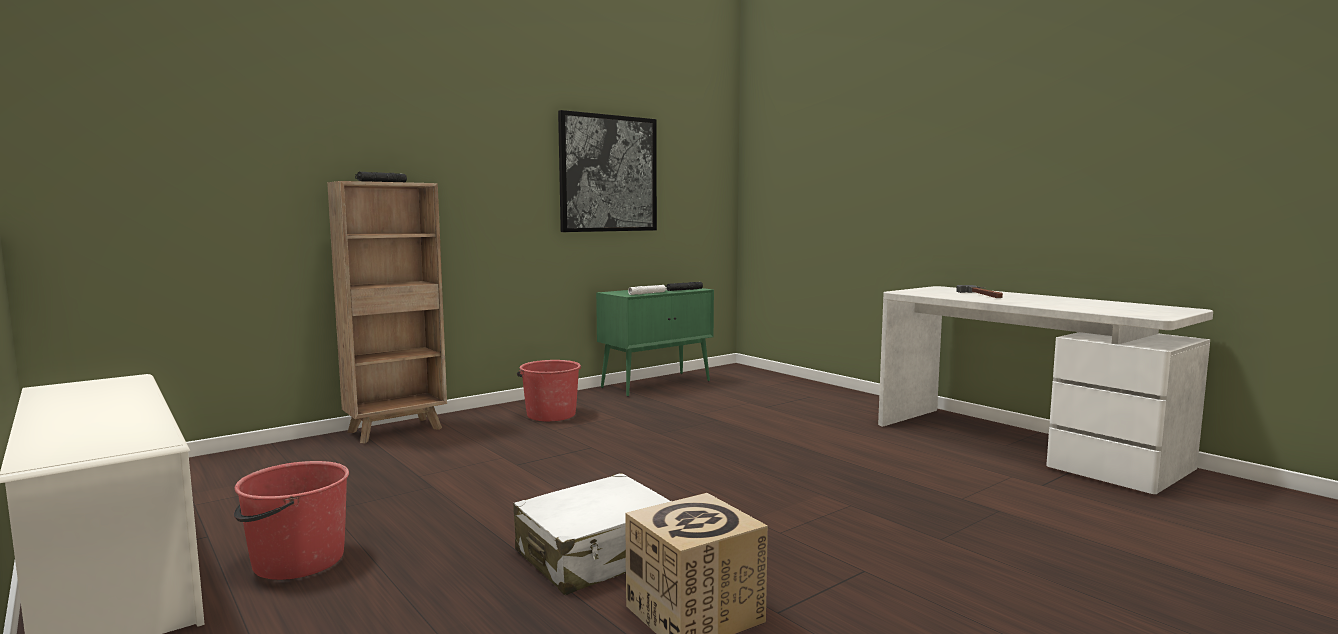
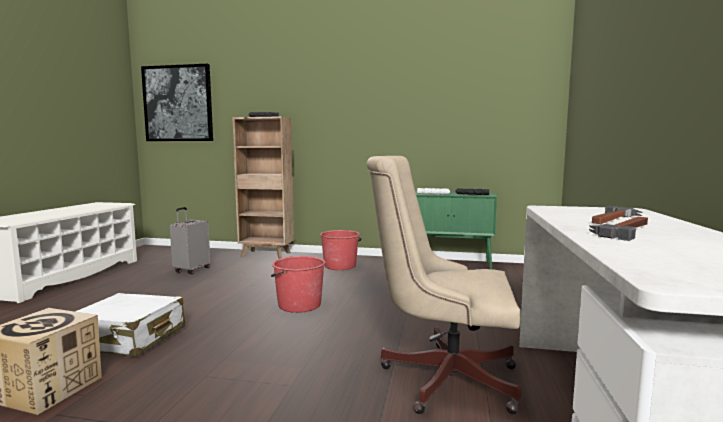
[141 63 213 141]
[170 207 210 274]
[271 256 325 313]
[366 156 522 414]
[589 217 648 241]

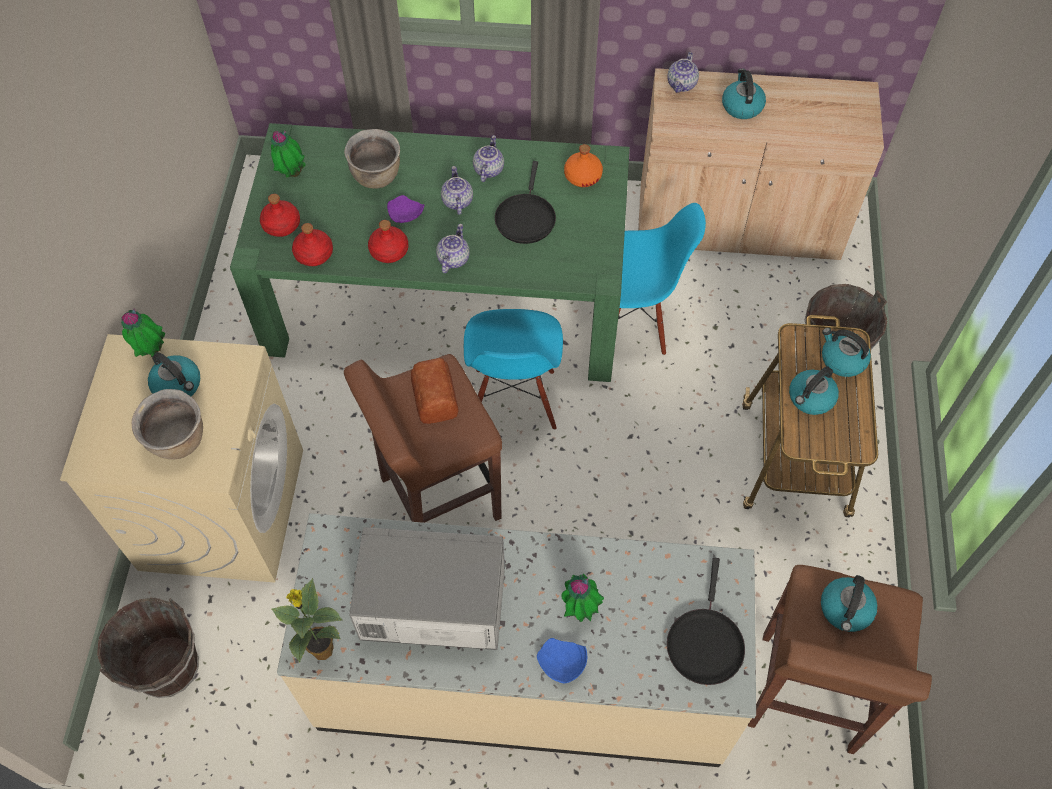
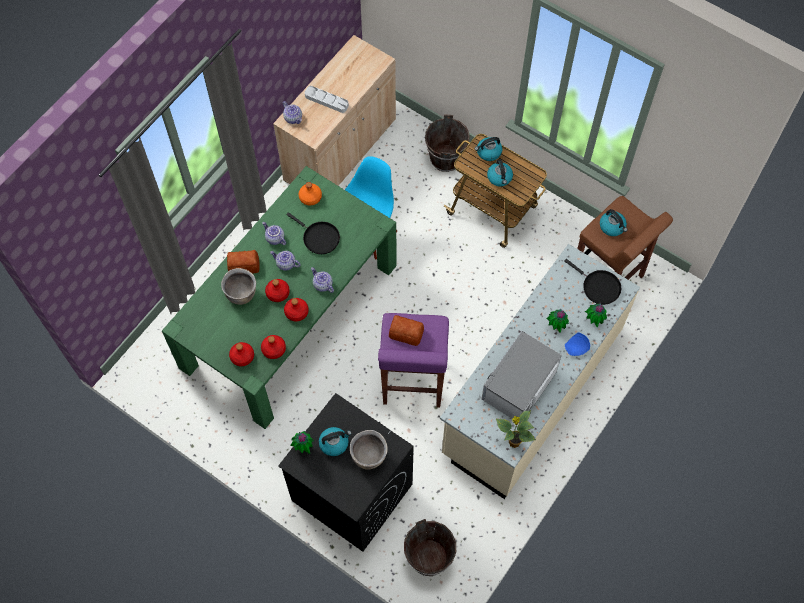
[227 250 260 274]
[265 279 290 302]
[278 393 414 552]
[305 86 349 113]
[378 313 449 408]
[585 303 607 327]
[464 309 563 430] (first image)

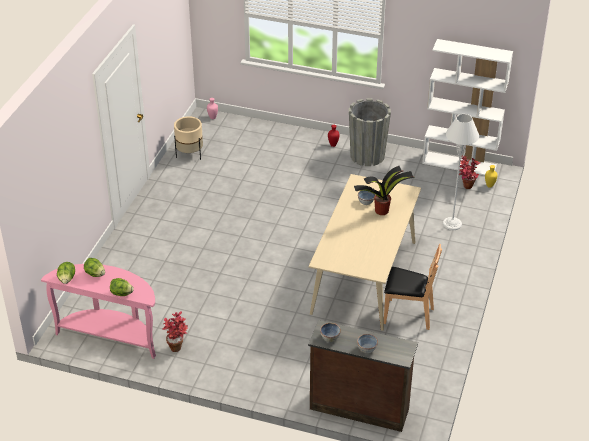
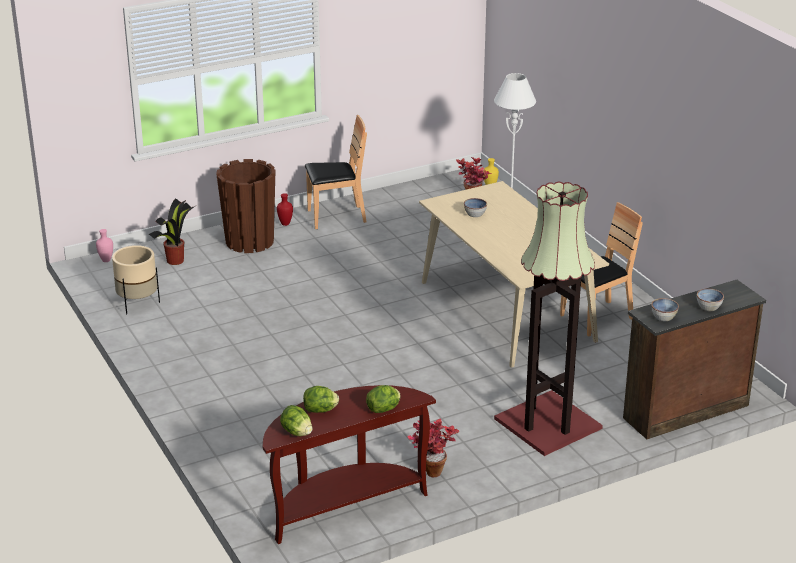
[149 198 195 265]
[216 159 276 253]
[263 385 436 544]
[305 115 367 229]
[494 181 603 456]
[422 39 513 176] (first image)

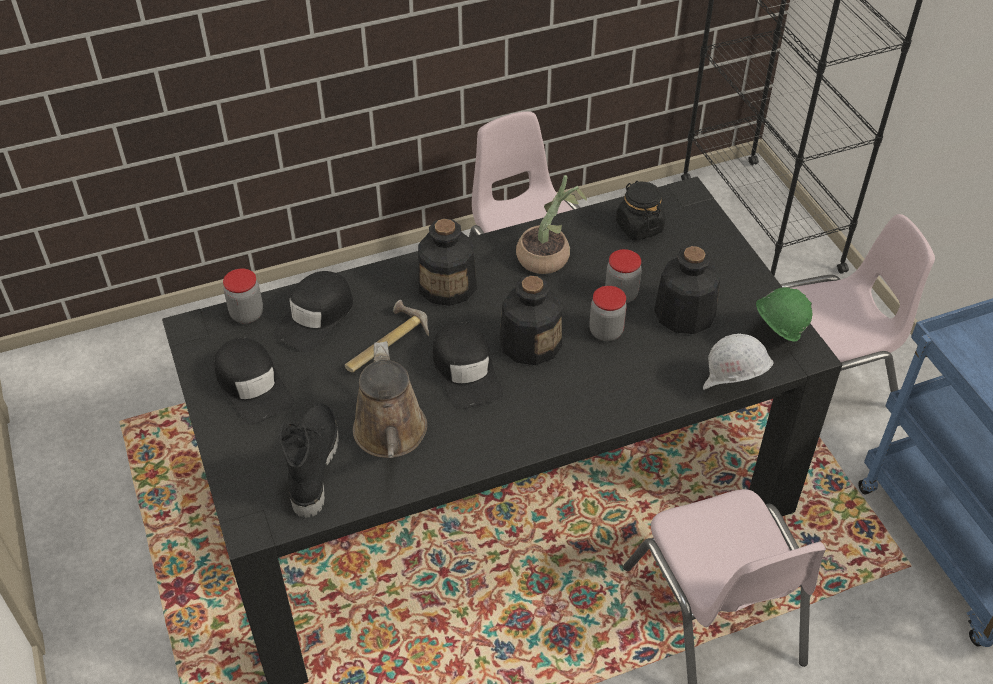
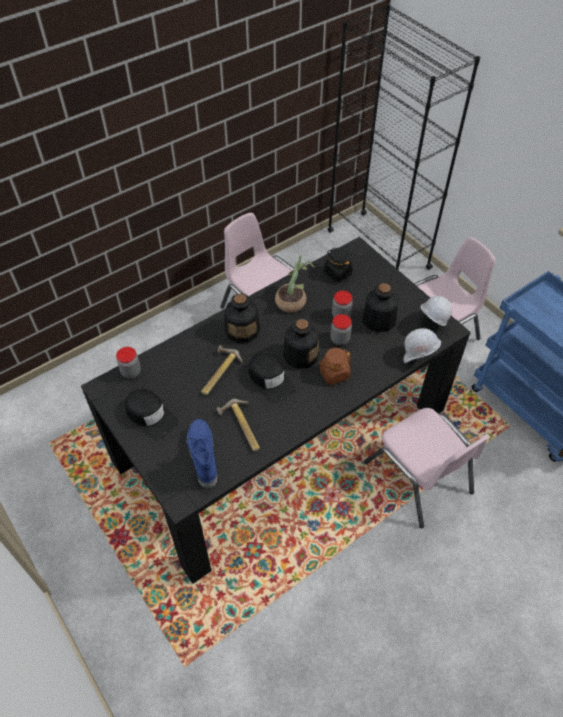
[186 419 218 488]
[217 399 260 452]
[319 348 351 385]
[421 296 452 326]
[273 271 353 353] (first image)

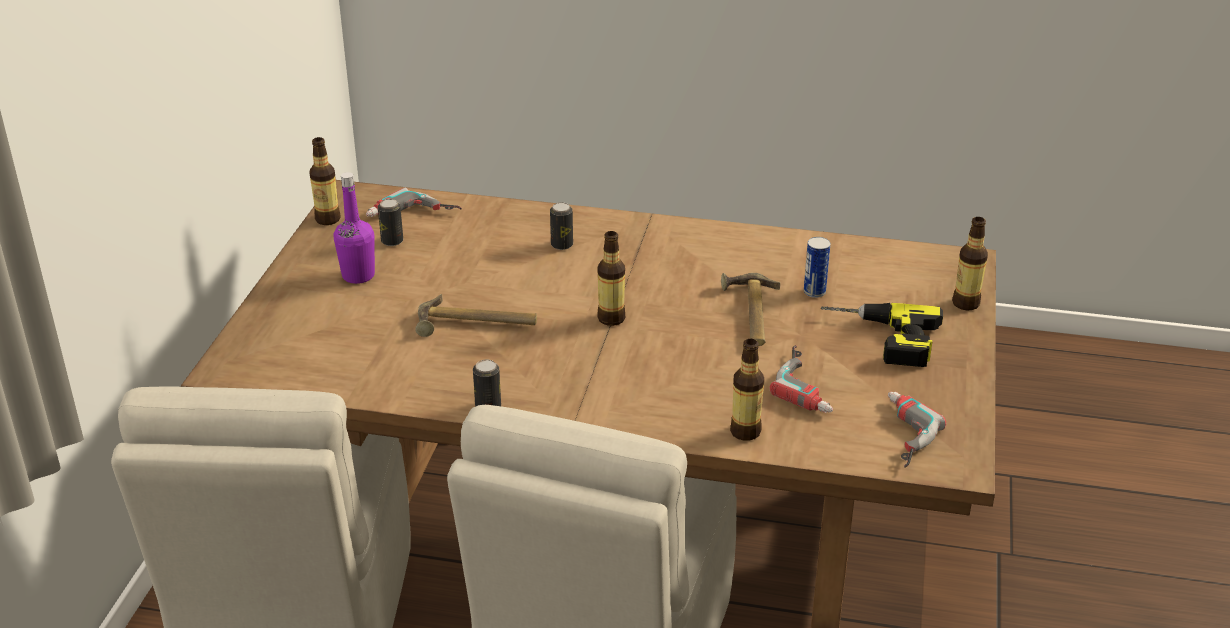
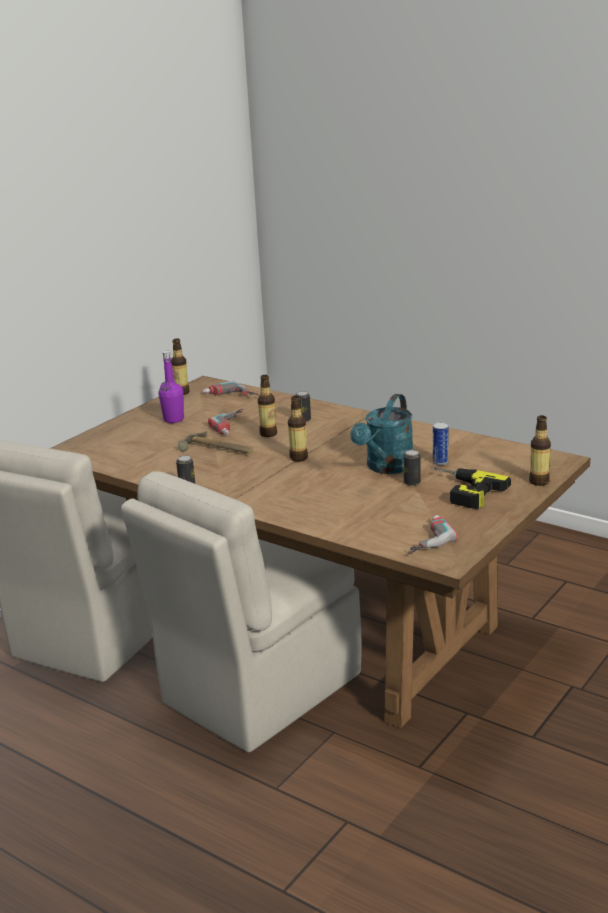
[208 409 243 435]
[258 375 277 437]
[350 394 413 474]
[403 450 421 486]

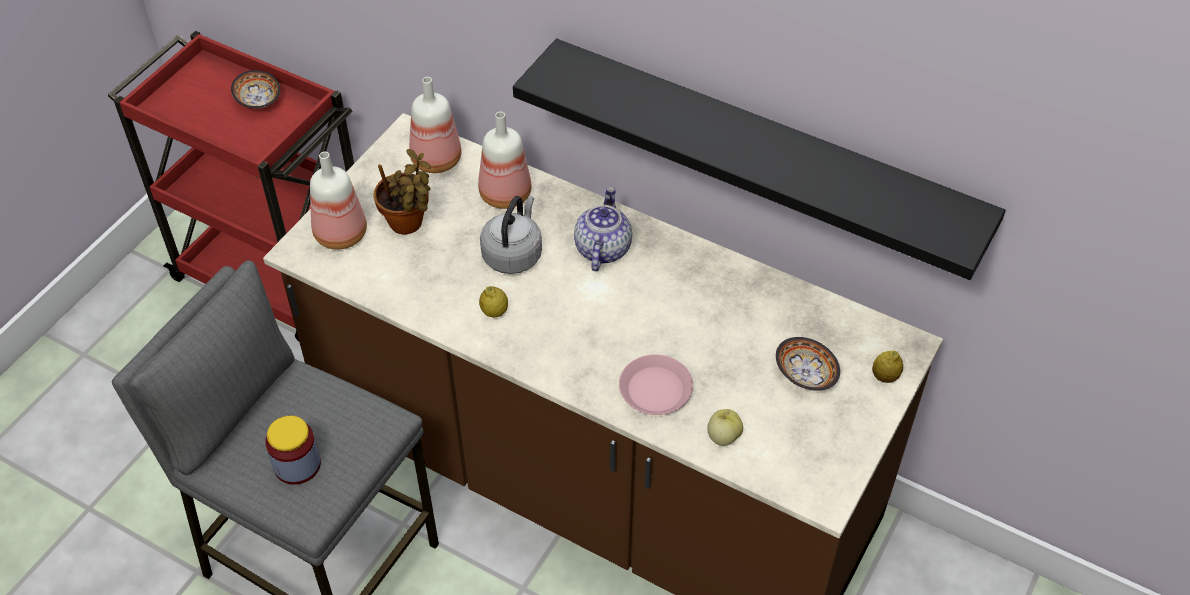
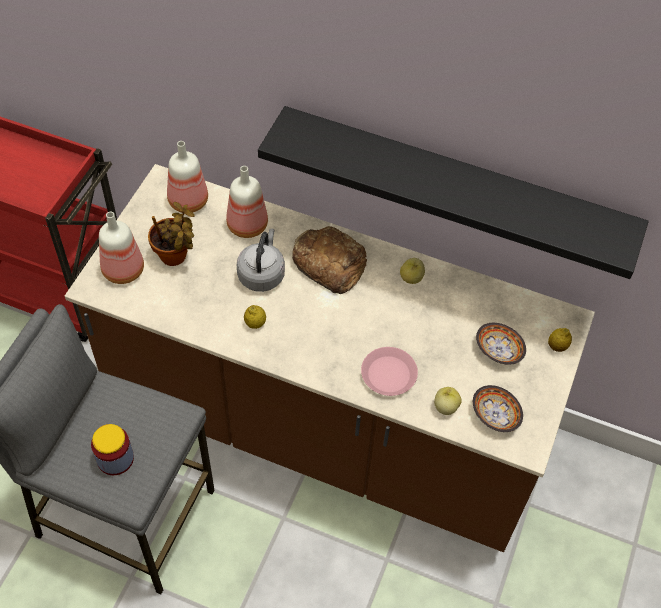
[292 226 367 294]
[400 258 425 284]
[473 385 523 432]

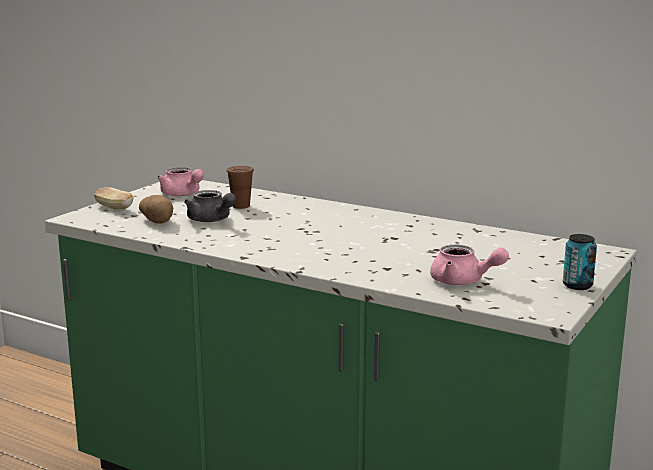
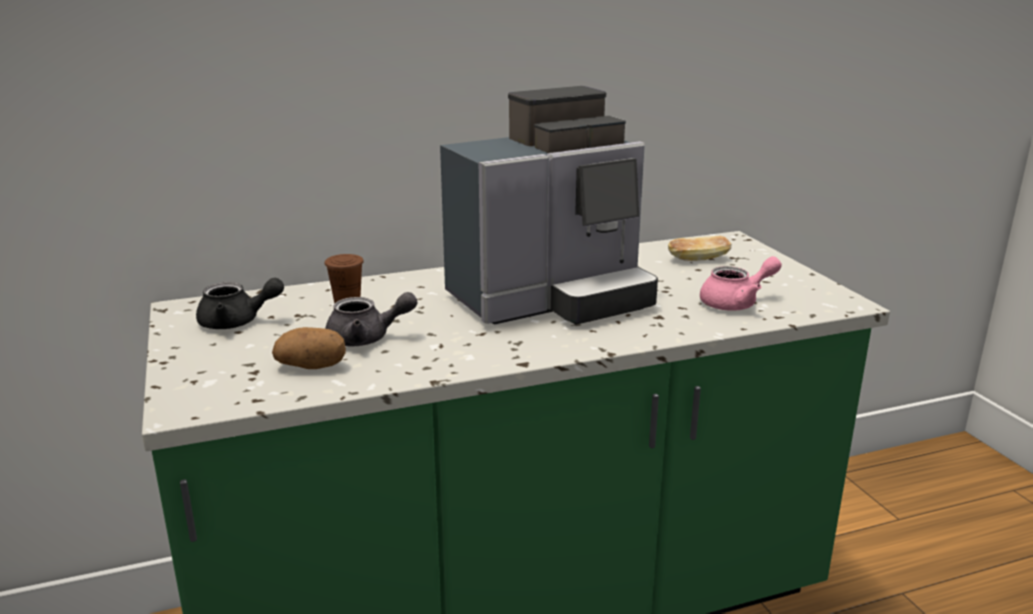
[196 278 284 329]
[440 86 658 325]
[668 236 732 261]
[563 234 597 290] (first image)

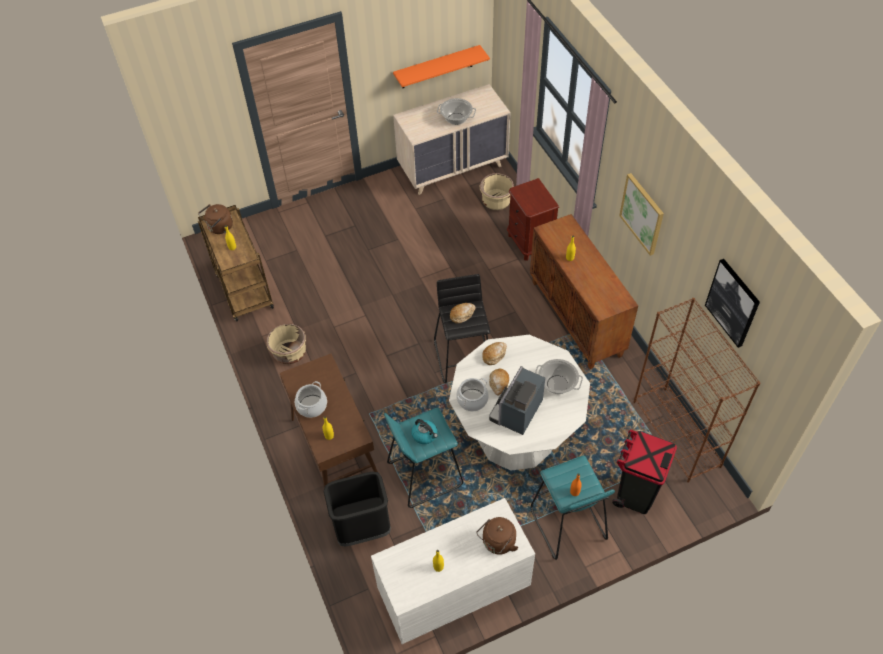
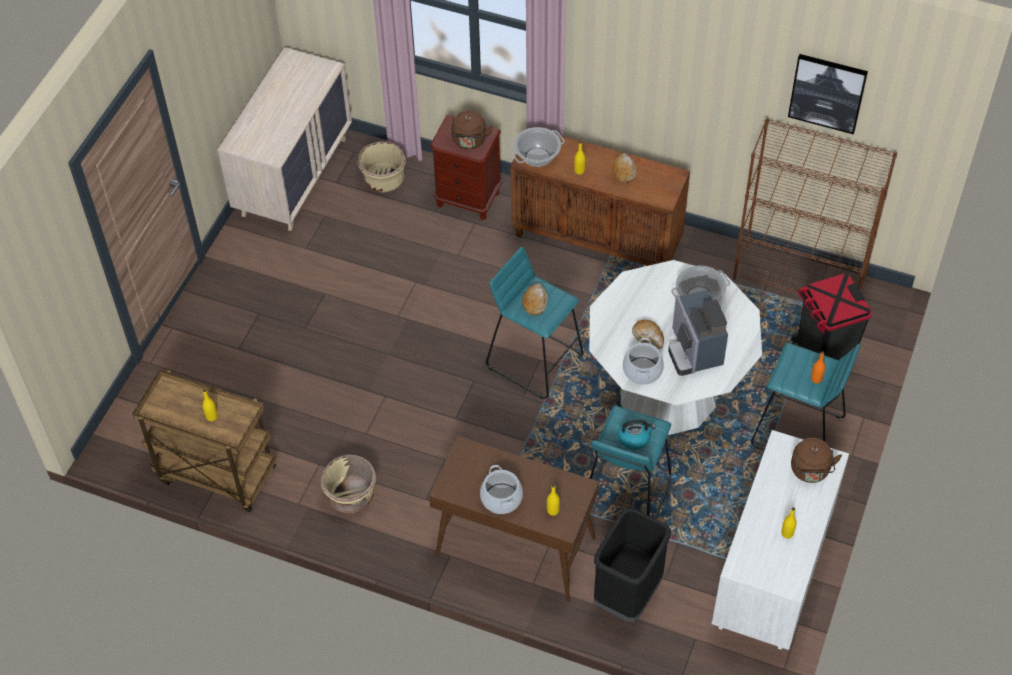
[450 110 493 149]
[486 246 584 399]
[510 127 565 167]
[613 153 636 183]
[393 45 490 88] (first image)
[619 173 664 256] (first image)

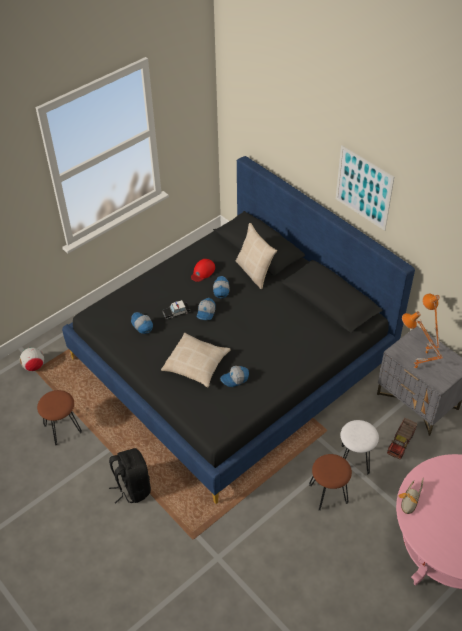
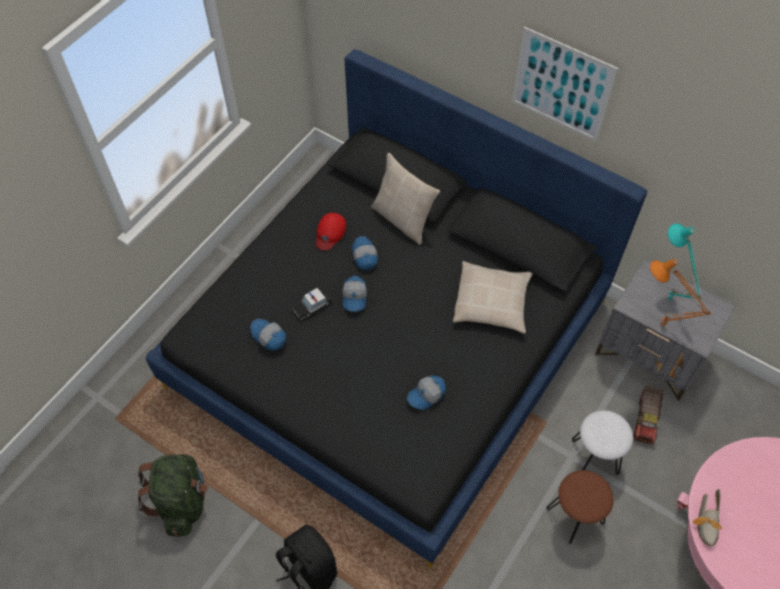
[138 454 209 537]
[453 261 532 334]
[668 223 702 300]
[20 347 44 371] (first image)

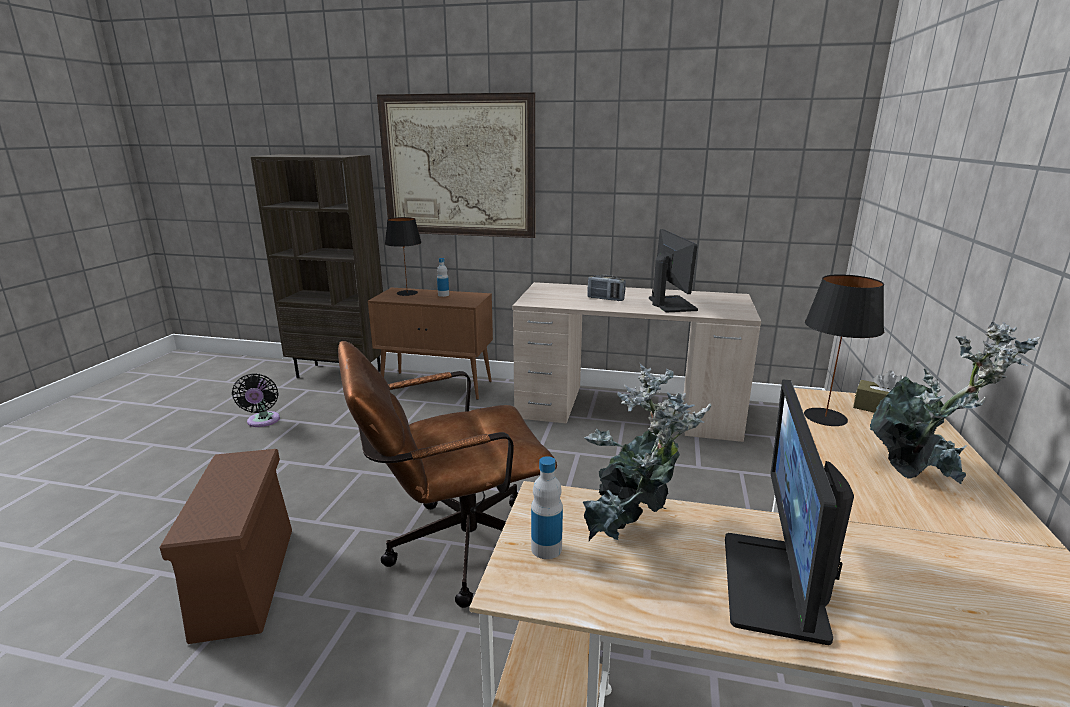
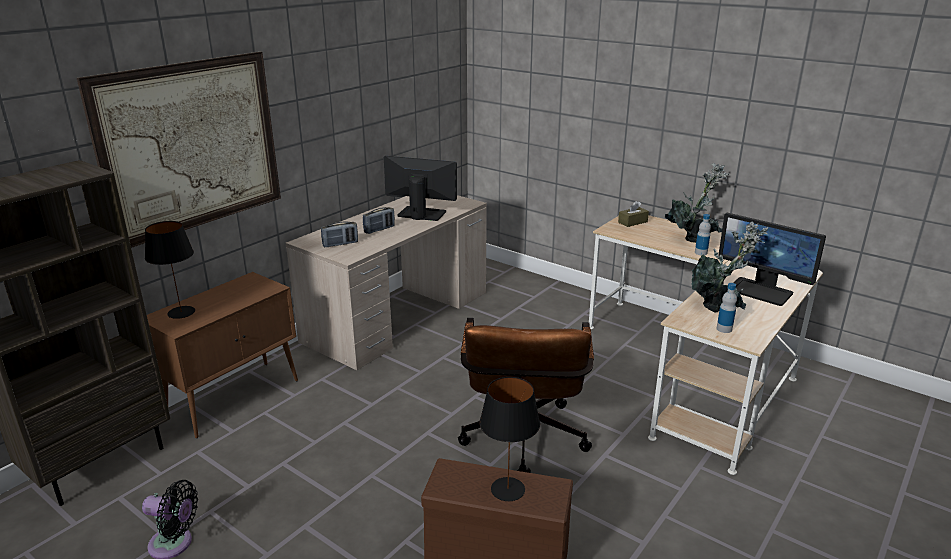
[321 222 358 247]
[479 377 540 501]
[695 214 711 256]

